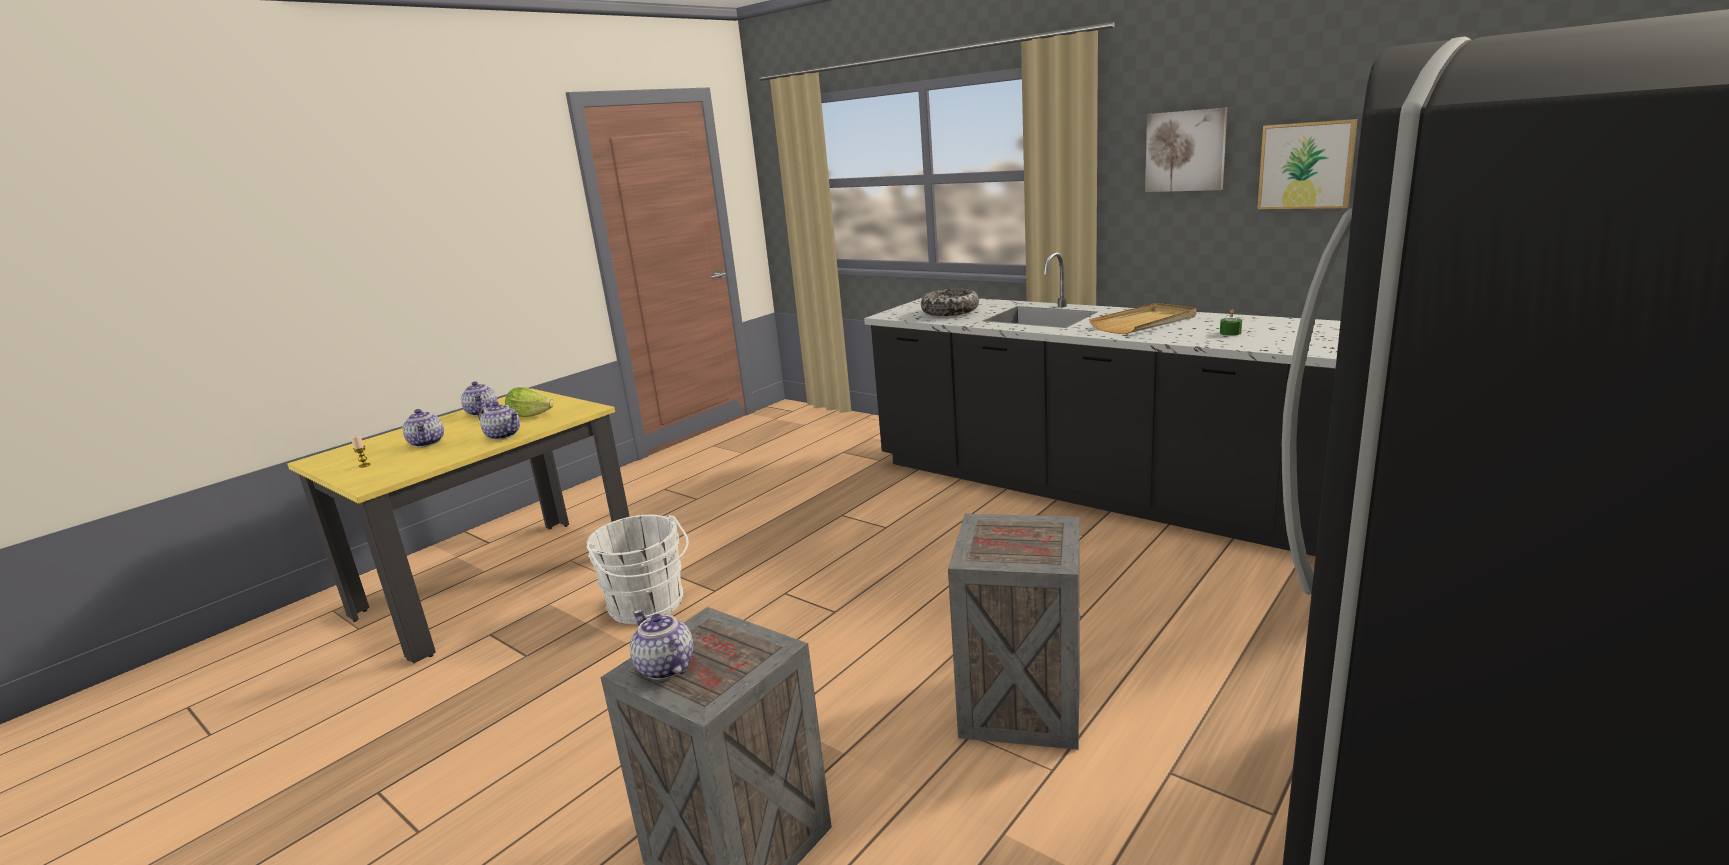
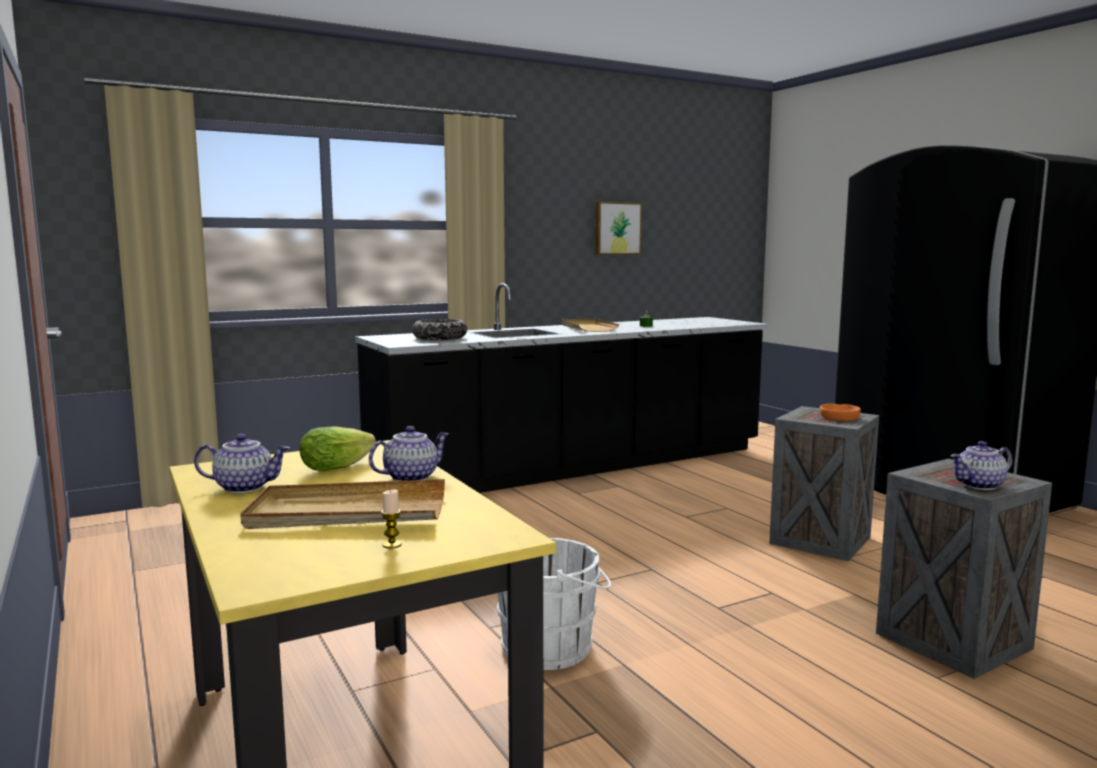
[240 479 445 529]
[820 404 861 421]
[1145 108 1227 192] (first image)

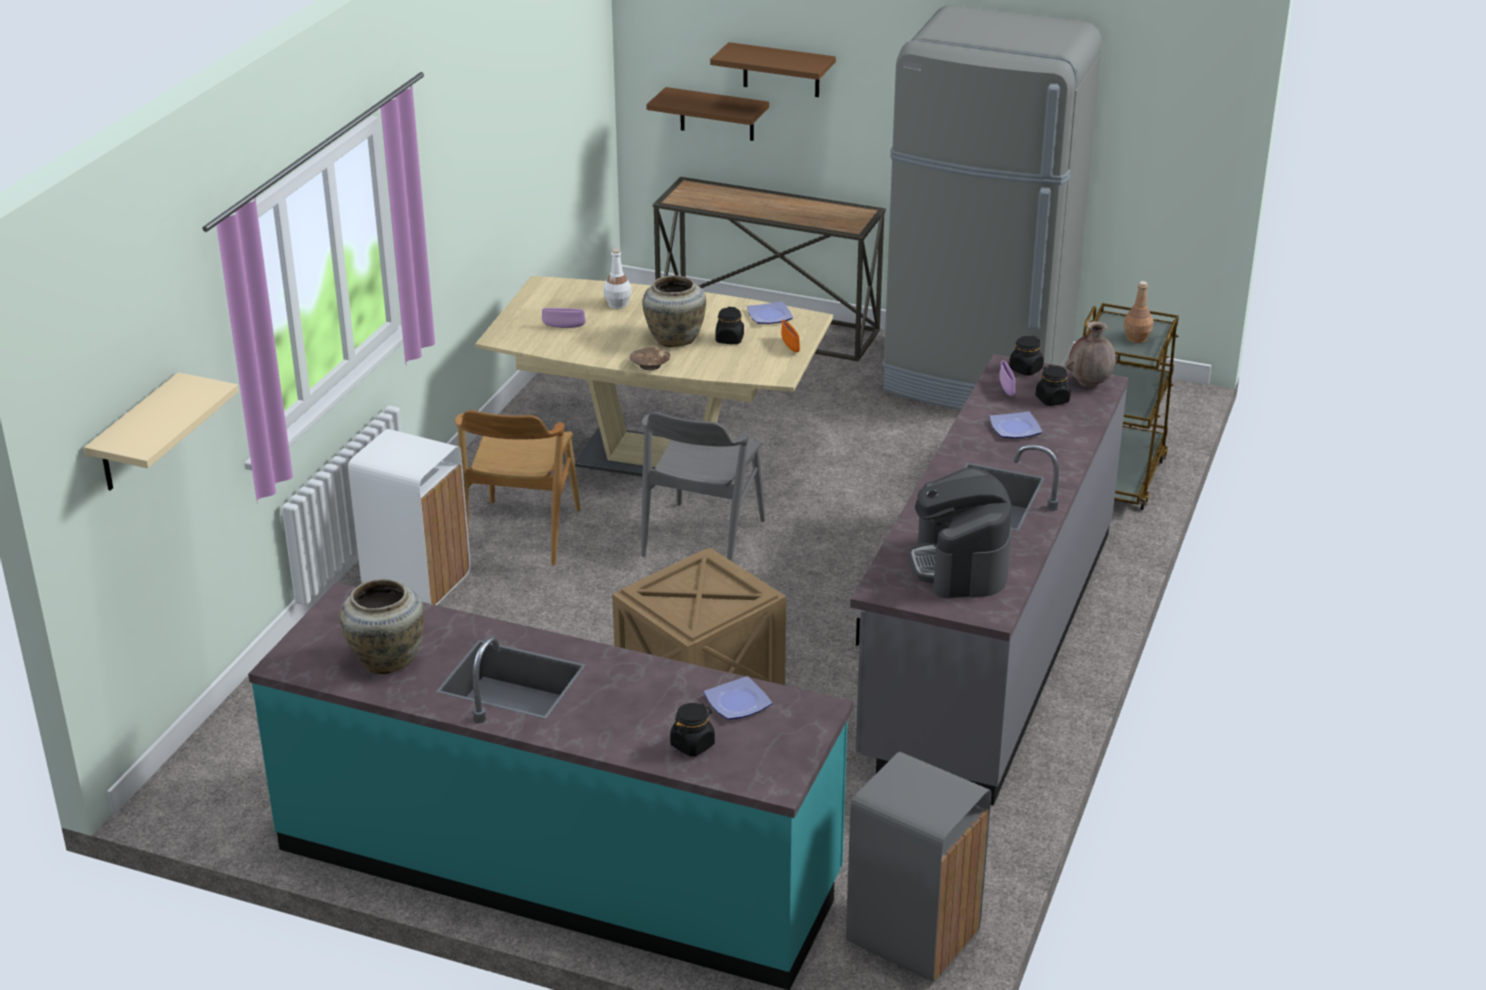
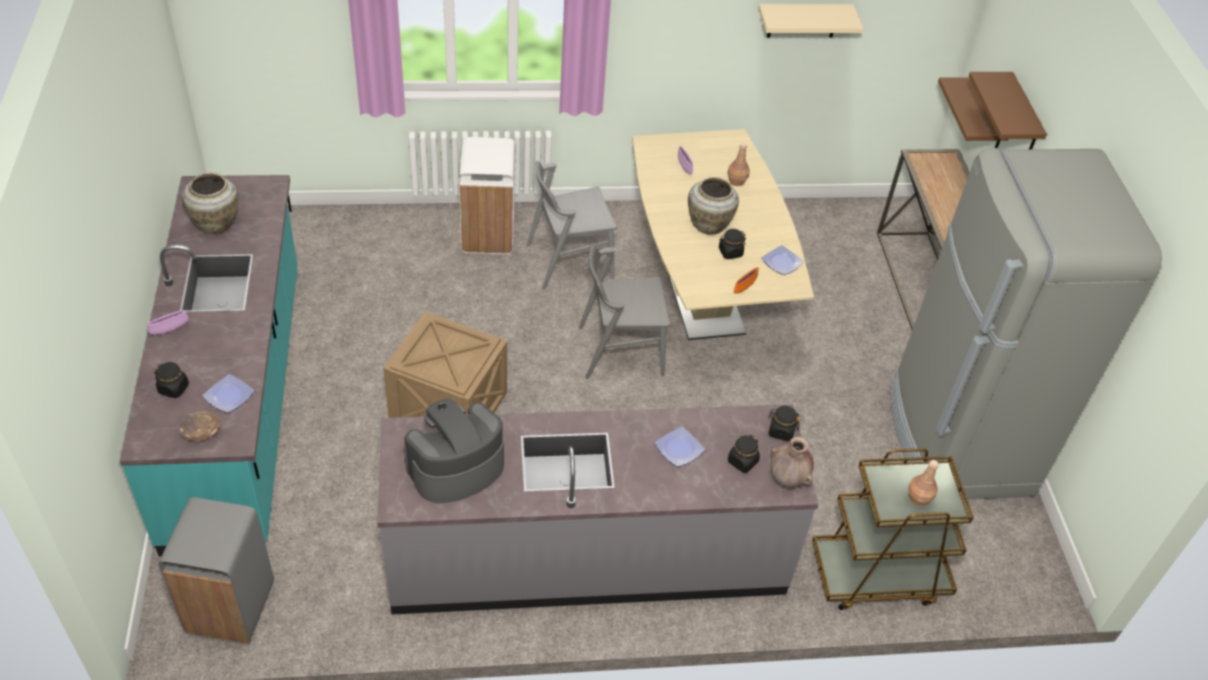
[147 310 189 335]
[180 411 220 441]
[527 161 617 290]
[727 143 750 186]
[758 4 864 37]

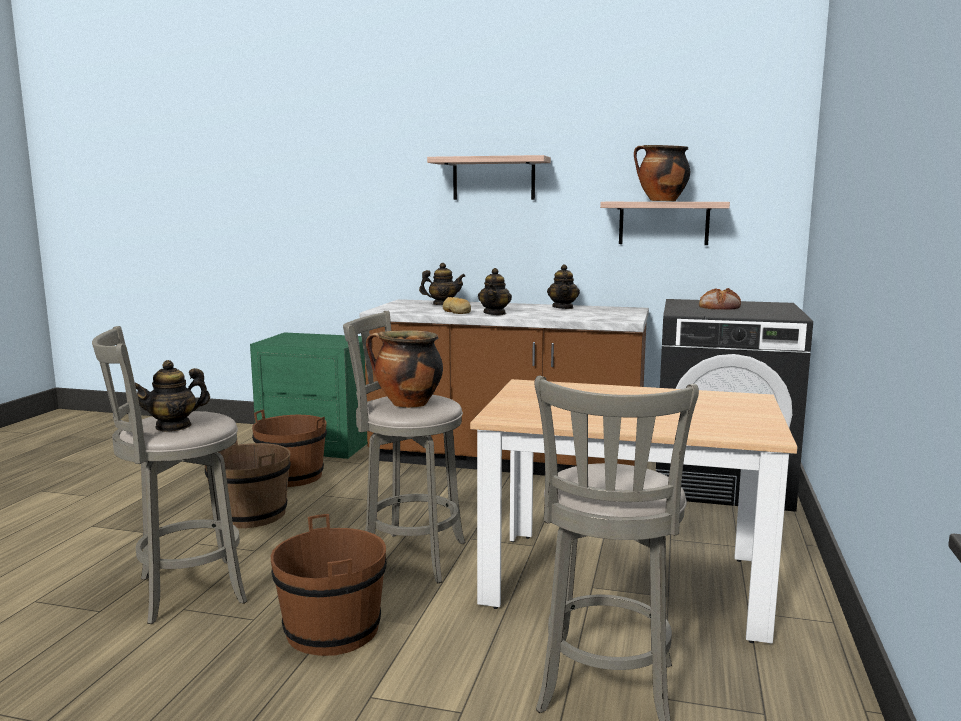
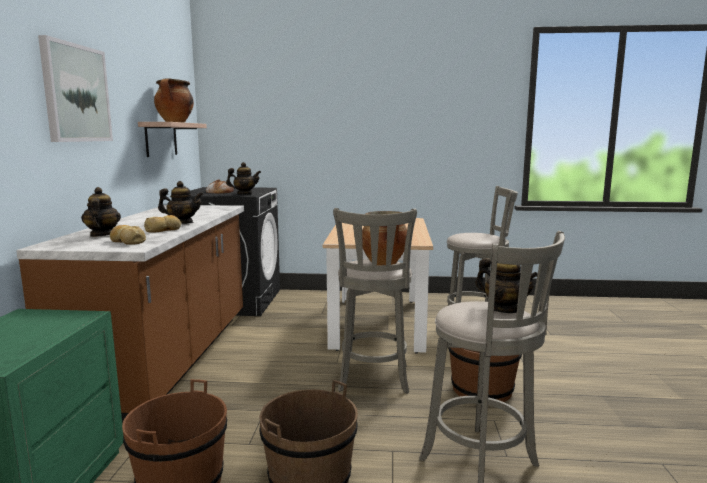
[38 35 113 142]
[110 225 146 245]
[226 162 261 194]

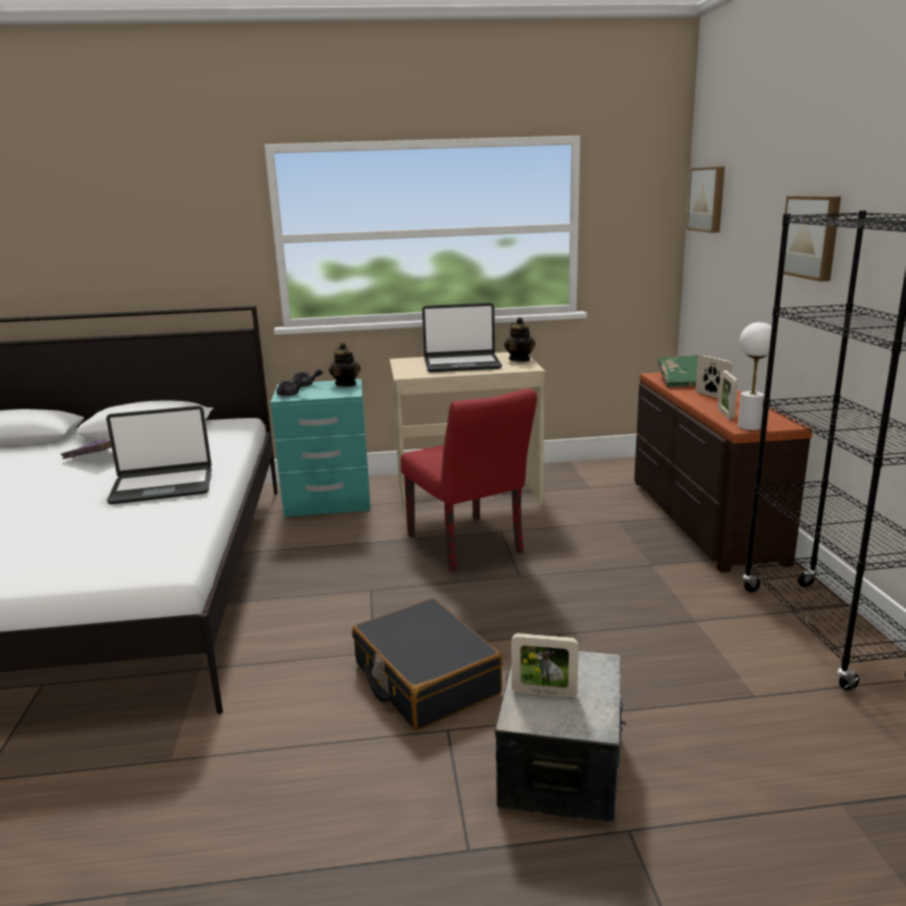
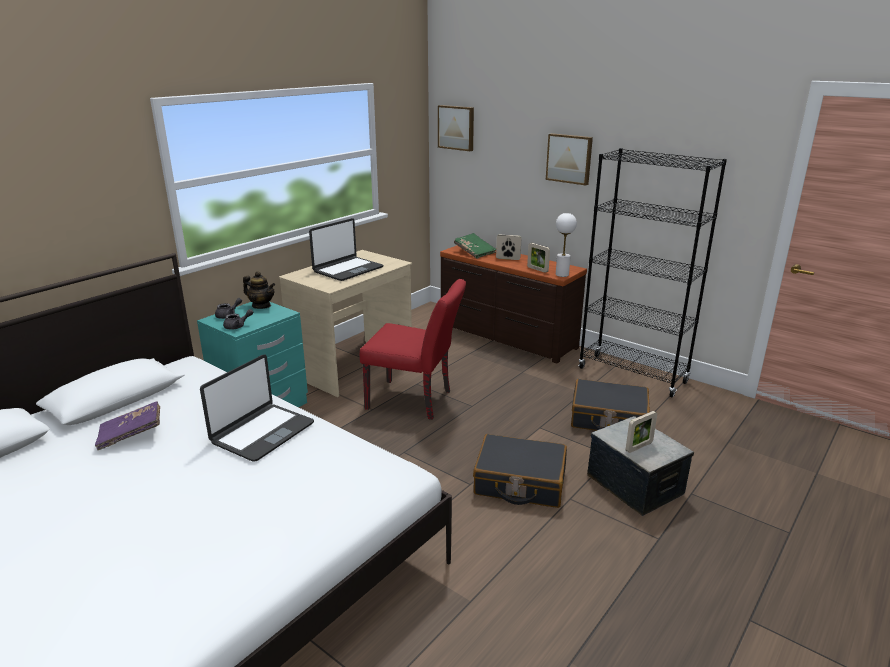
[571 379 650 431]
[504 317 535 362] (first image)

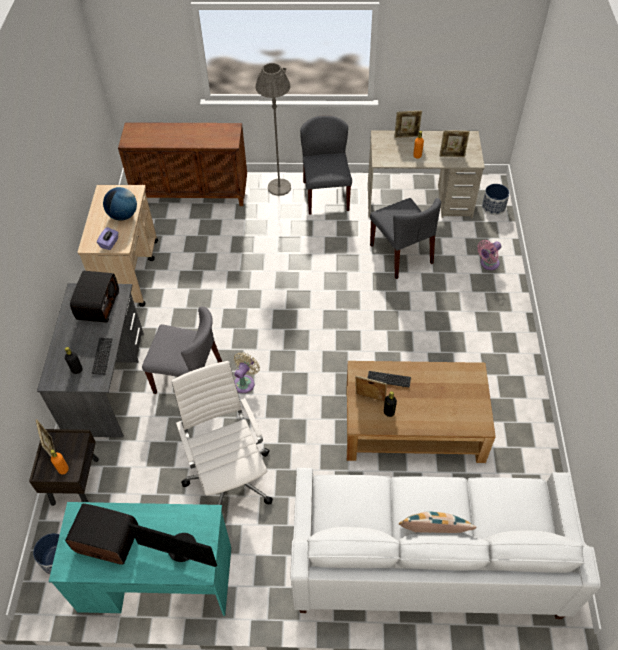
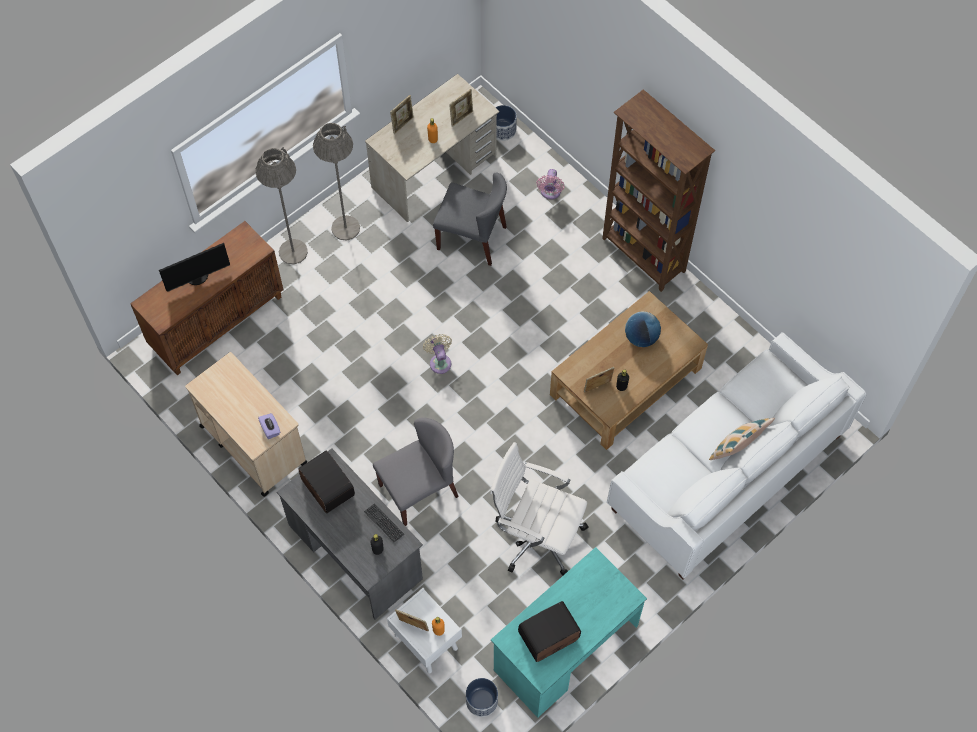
[159 243 230 292]
[313 123 360 240]
[387 588 462 673]
[423 334 452 374]
[602 89 715 292]
[625 311 661 347]
[368 371 411 387] (first image)

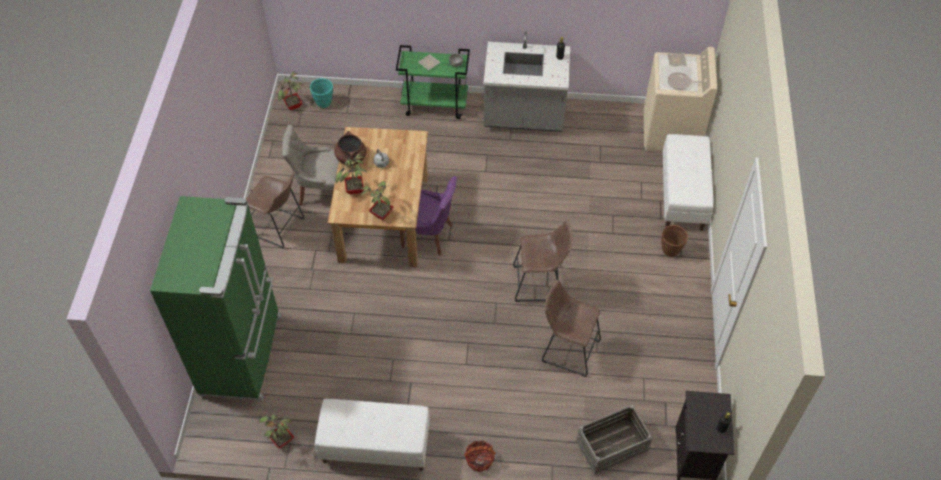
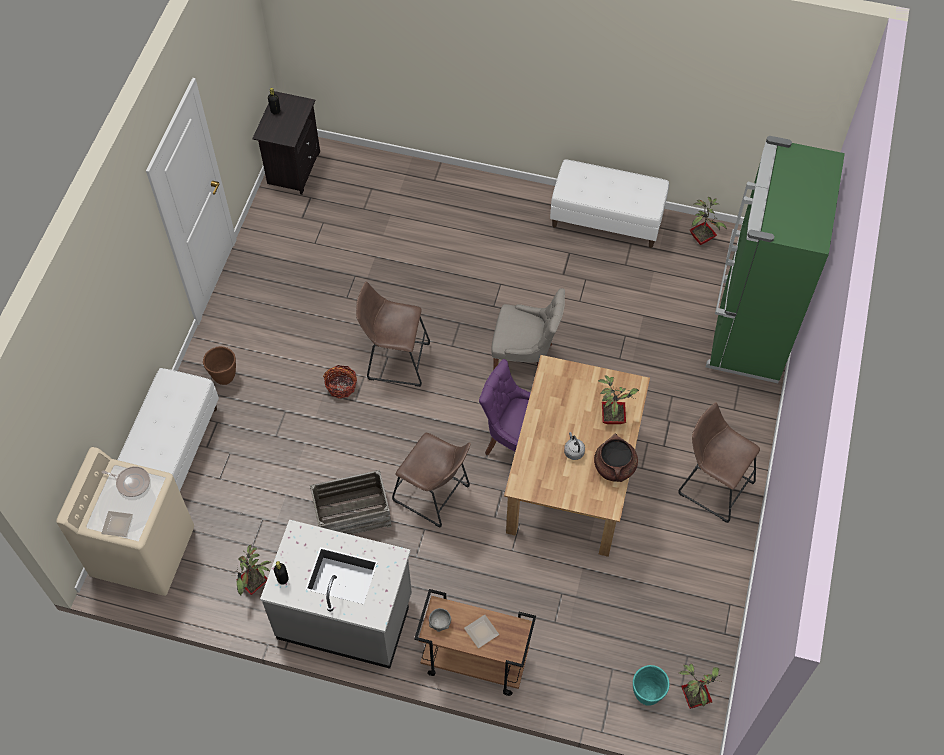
[232 545 271 596]
[310 470 392 535]
[323 365 357 399]
[392 433 471 528]
[414 589 536 696]
[491 288 565 370]

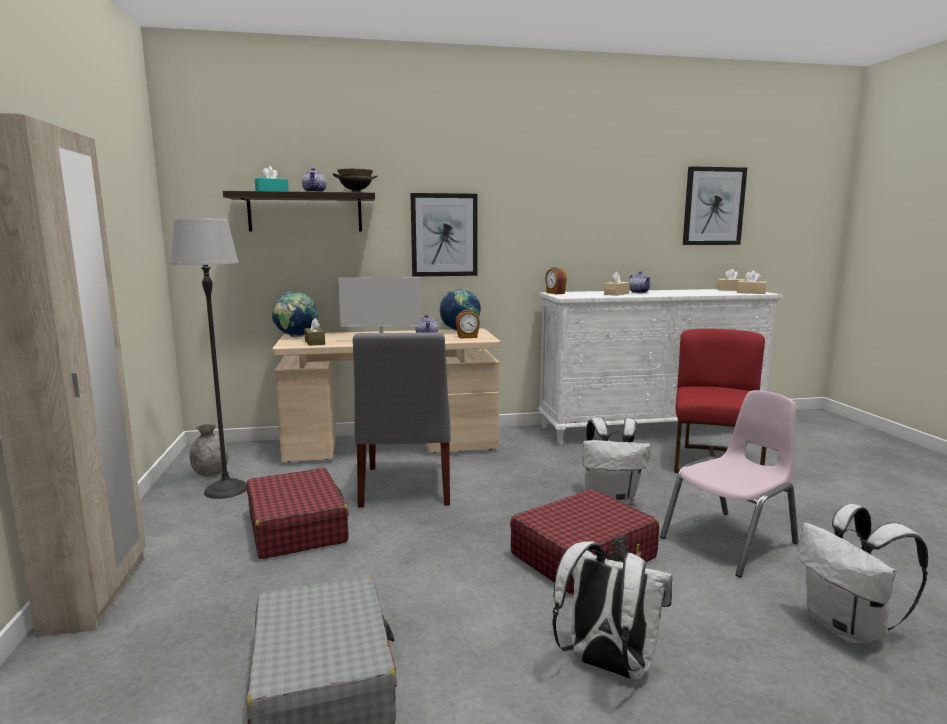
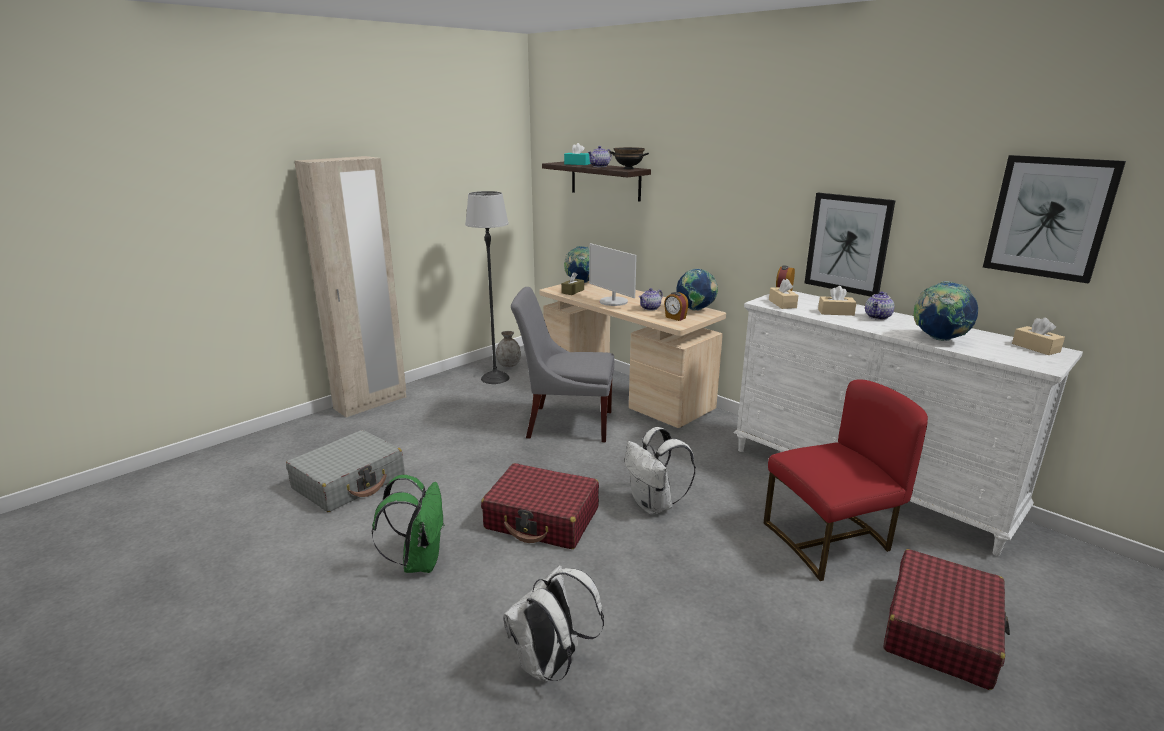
[372 475 445 573]
[511 287 614 442]
[769 279 799 309]
[805 193 896 297]
[883 549 1010 690]
[913 281 978 341]
[660 390 799 578] (first image)

